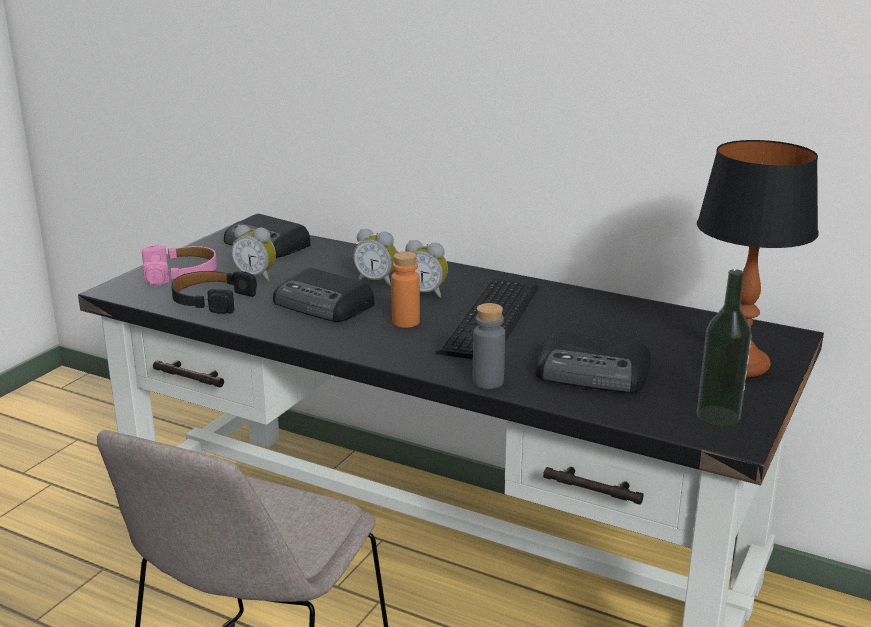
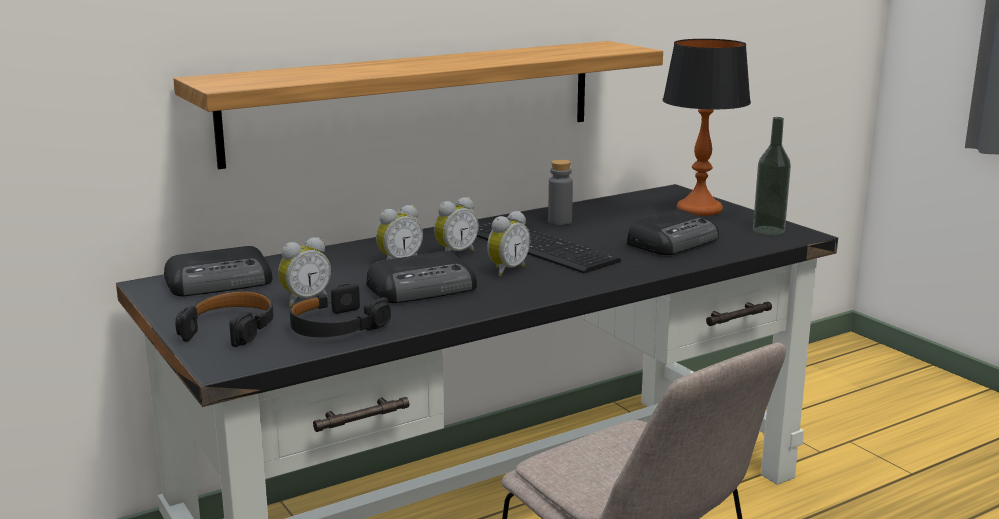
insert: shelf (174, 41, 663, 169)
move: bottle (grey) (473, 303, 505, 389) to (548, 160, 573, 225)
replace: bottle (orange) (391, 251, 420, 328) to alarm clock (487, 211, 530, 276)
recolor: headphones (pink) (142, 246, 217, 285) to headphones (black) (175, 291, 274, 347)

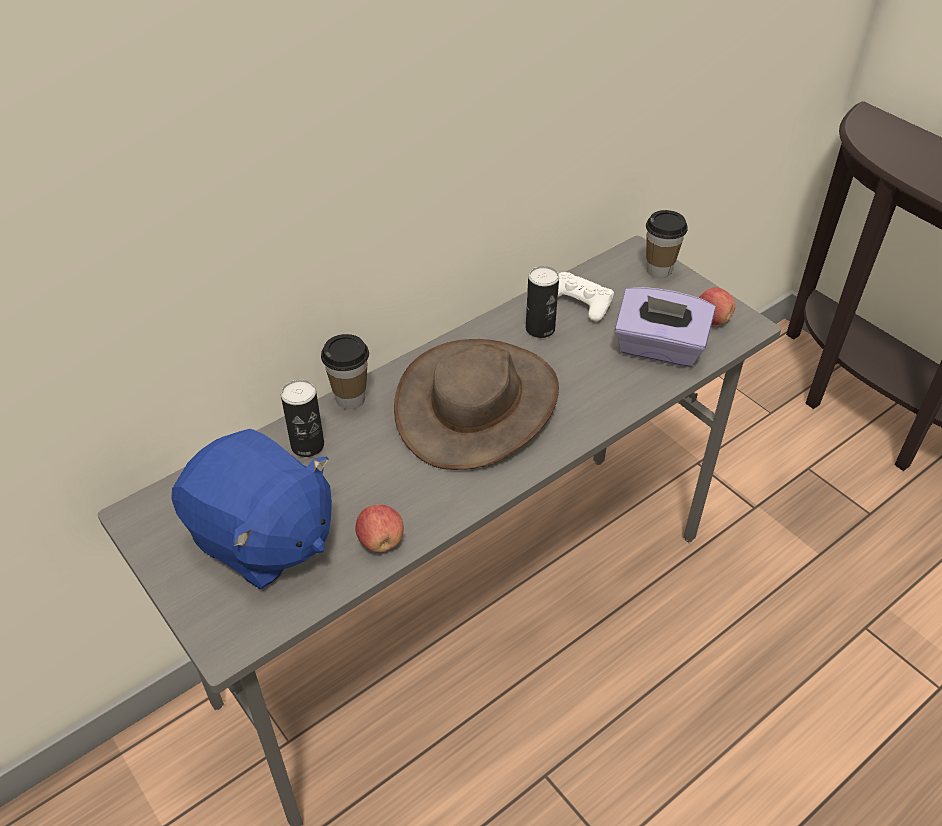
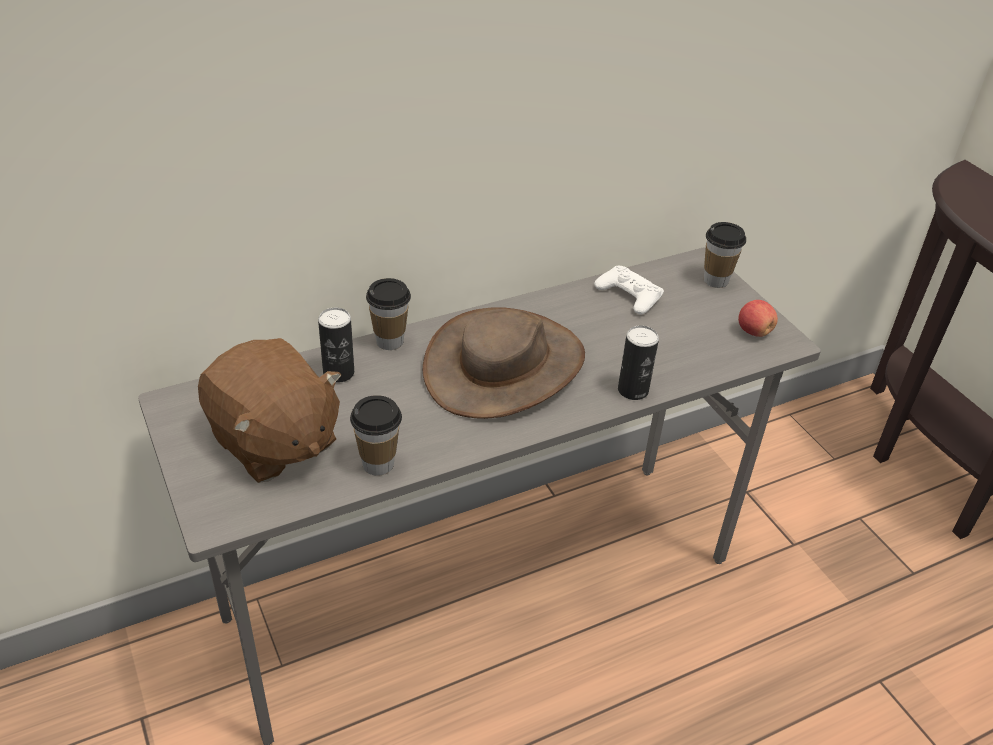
delete: tissue box (purple) (615, 287, 715, 367)
move: can (526, 266, 559, 338) to (618, 325, 659, 400)
replace: apple (355, 505, 404, 552) to cup (350, 395, 402, 476)
recolor: plush toy (blue) (171, 429, 332, 590) to plush toy (brown) (198, 338, 342, 483)

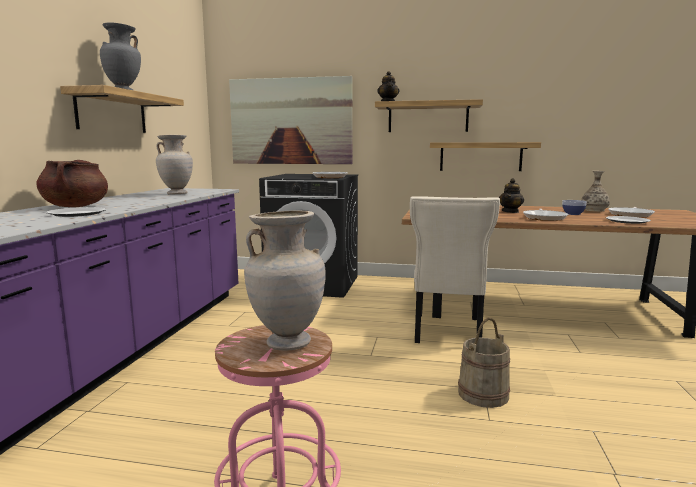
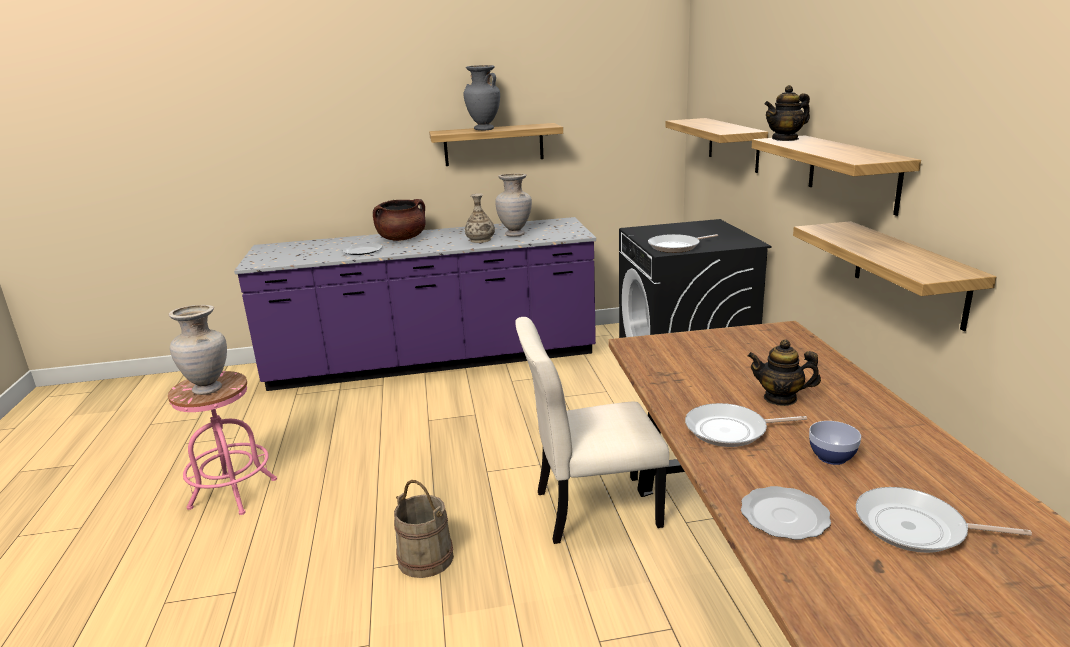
move: vase (581, 171, 610, 212) to (465, 193, 495, 243)
replace: picture (229, 76, 353, 164) to shelf (666, 118, 768, 173)

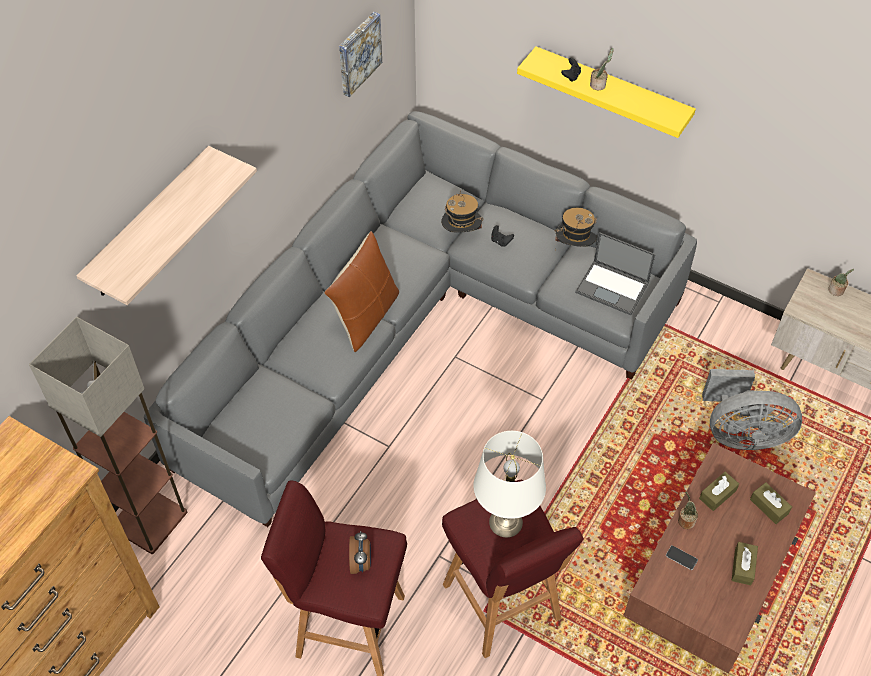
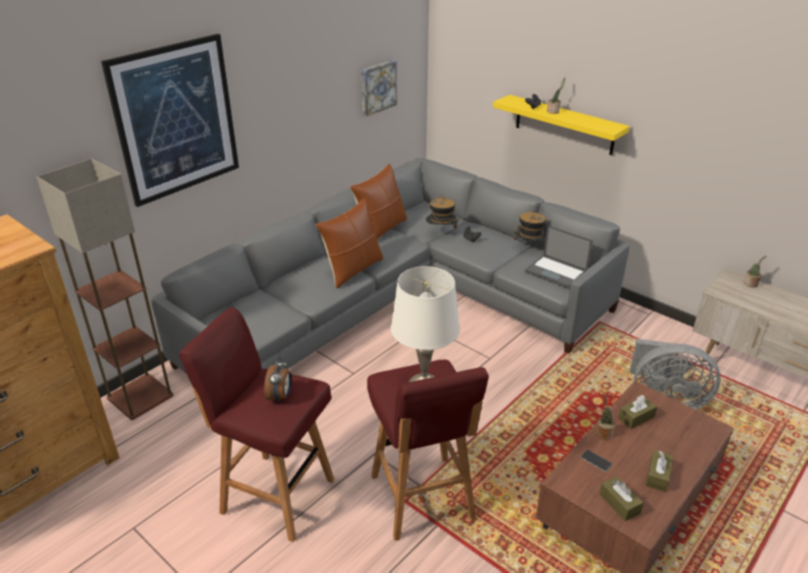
insert: pillow (brown) (350, 164, 407, 239)
move: tissue box (brown) (750, 482, 792, 524) to (600, 476, 644, 521)
replace: shelf (76, 146, 257, 305) to picture (101, 34, 239, 207)

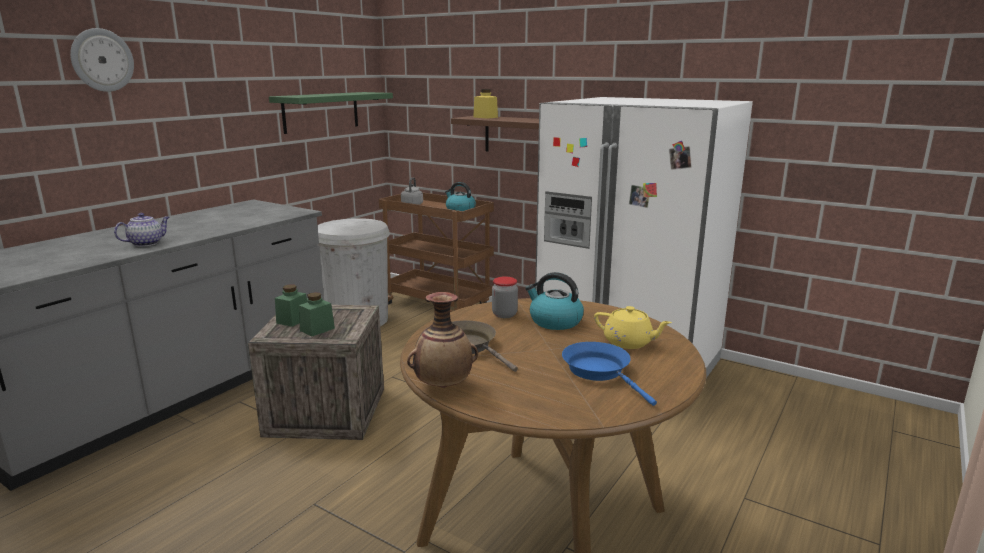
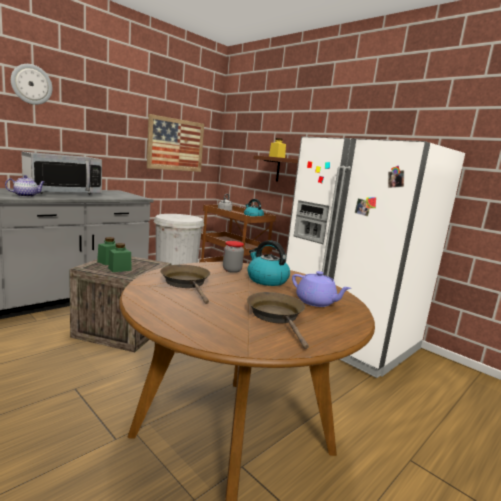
delete: vase (407, 292, 478, 388)
insert: microwave (21, 151, 102, 194)
replace: shelf (green) (269, 92, 393, 134) to picture (147, 114, 204, 172)
recolor: frying pan (blue) (562, 342, 657, 406) to frying pan (brown) (247, 292, 309, 349); teapot (yellow) (594, 306, 672, 349) to teapot (purple) (292, 271, 351, 307)

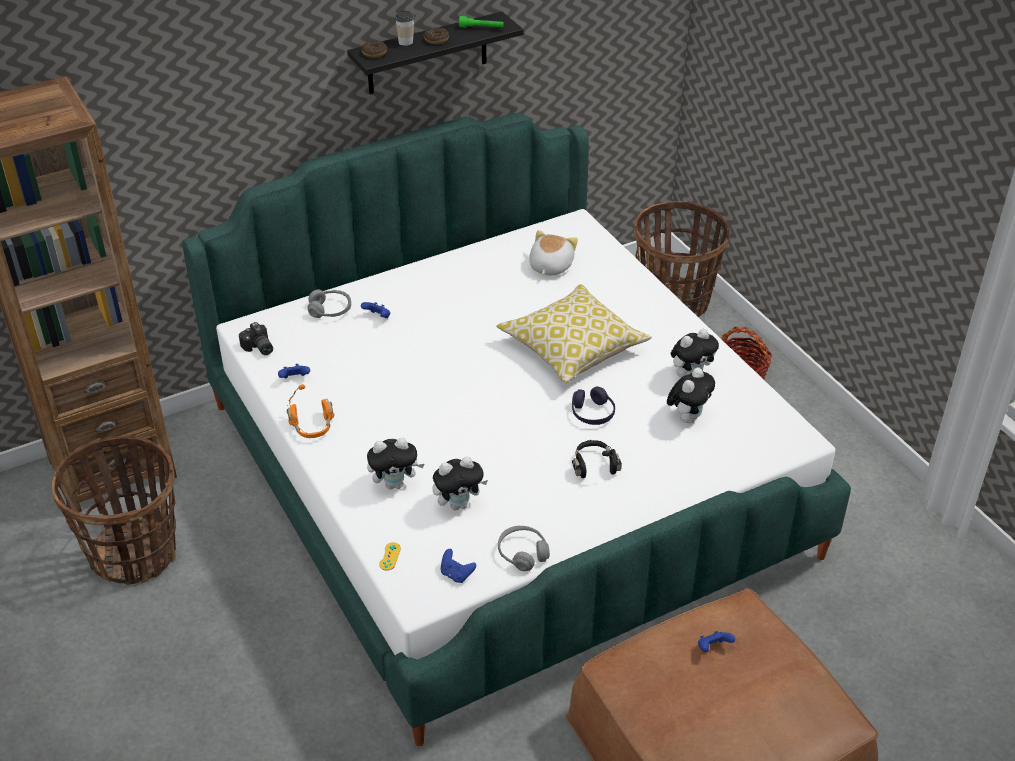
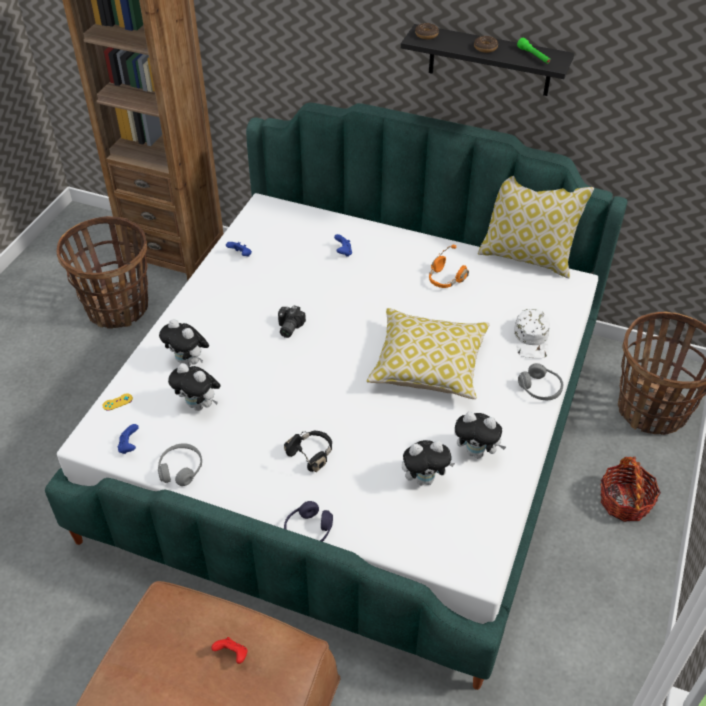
delete: cup (395, 10, 414, 46); plush toy (529, 230, 578, 275)
insert: pillow (478, 176, 594, 278); cap (white) (514, 309, 550, 358)
move: photo camera (239, 322, 273, 355) to (278, 305, 306, 338); headphones (orange) (287, 384, 335, 438) to (429, 245, 469, 288); headphones (grey) (308, 289, 351, 318) to (518, 363, 563, 400); headphones (purple) (572, 386, 615, 425) to (284, 501, 333, 542)
recolor: game controller (blue) (698, 631, 735, 652) to game controller (red) (211, 637, 247, 664)

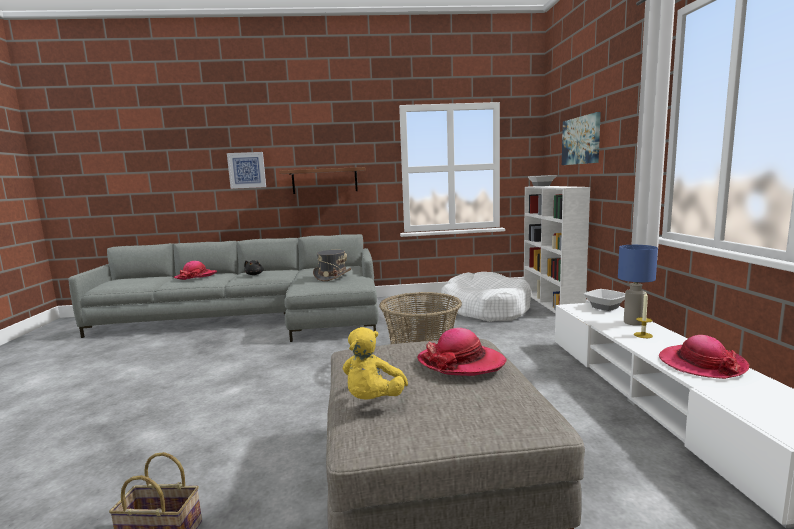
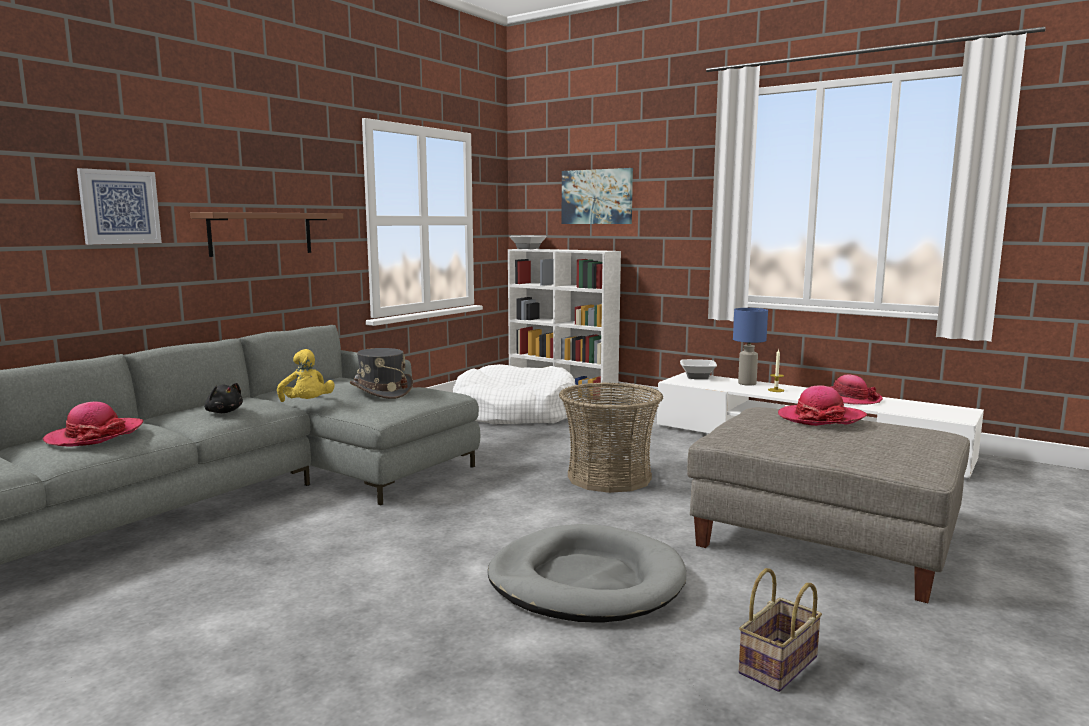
insert: dog bed (grey) (488, 524, 686, 623)
move: plush toy (yellow) (343, 327, 408, 399) to (277, 349, 335, 402)

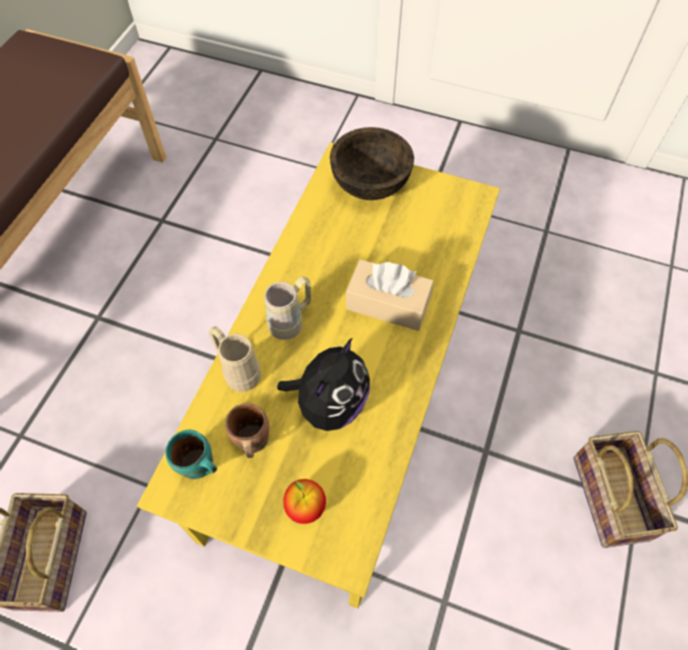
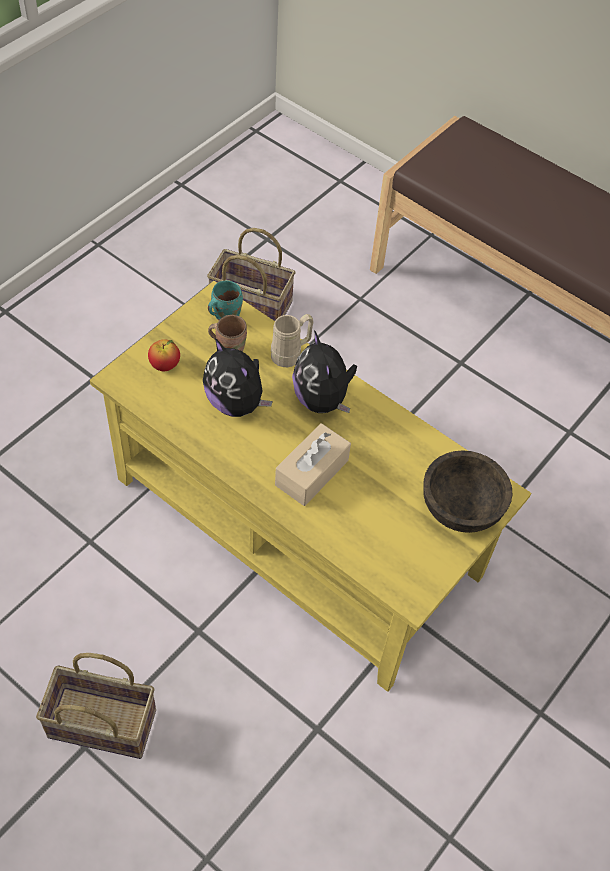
replace: mug (beige) (264, 276, 311, 340) to plush toy (292, 330, 357, 413)

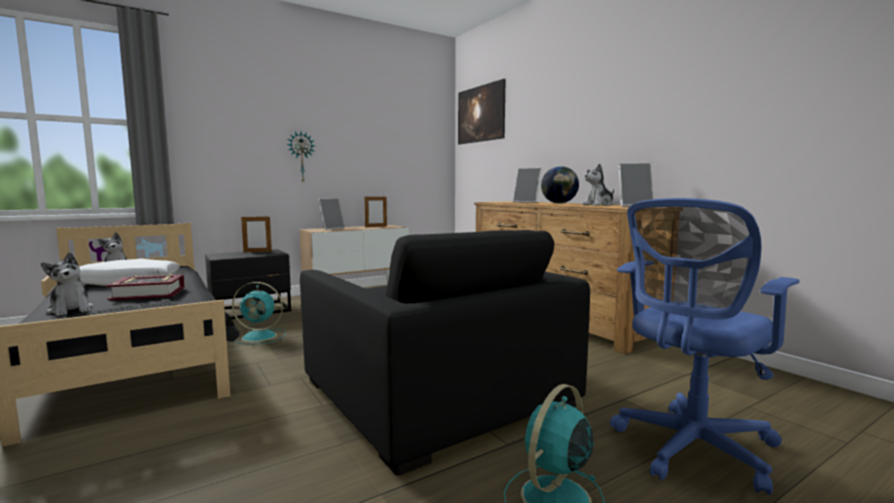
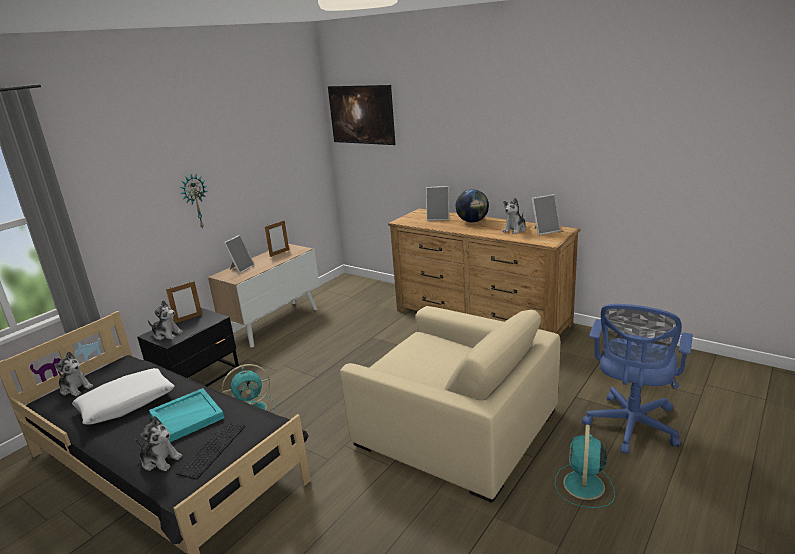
insert: plush toy (148, 300, 183, 340)
replace: book (106, 274, 185, 300) to tray (turquoise) (149, 388, 224, 442)
recolor: armchair (black) (300, 230, 590, 476) to armchair (beige) (340, 306, 560, 503)

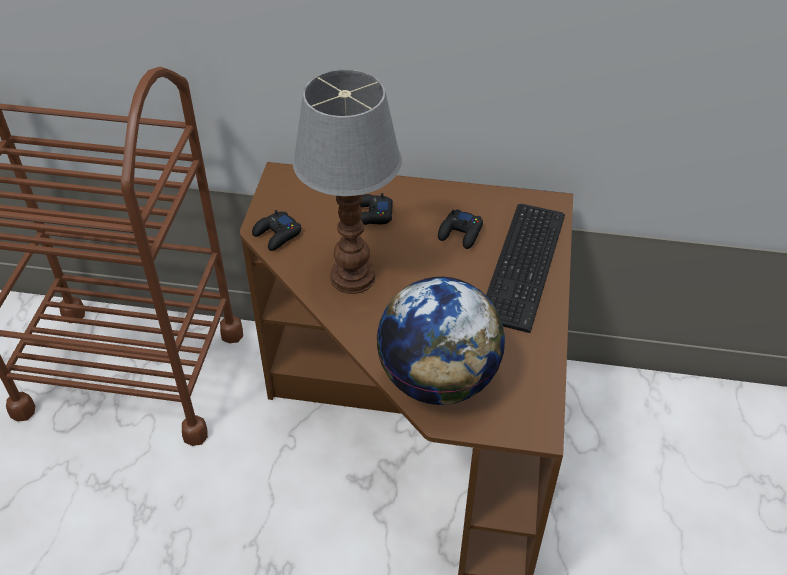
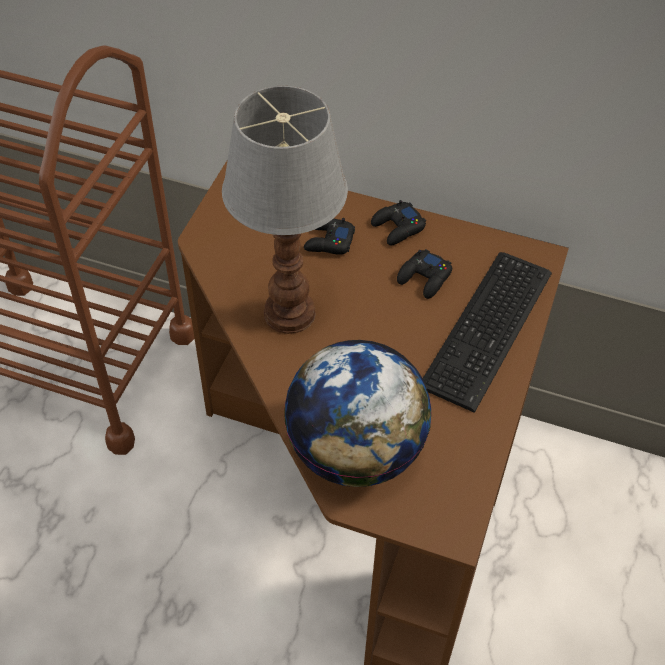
move: game controller (black) (252, 210, 301, 251) to (371, 200, 426, 245)

